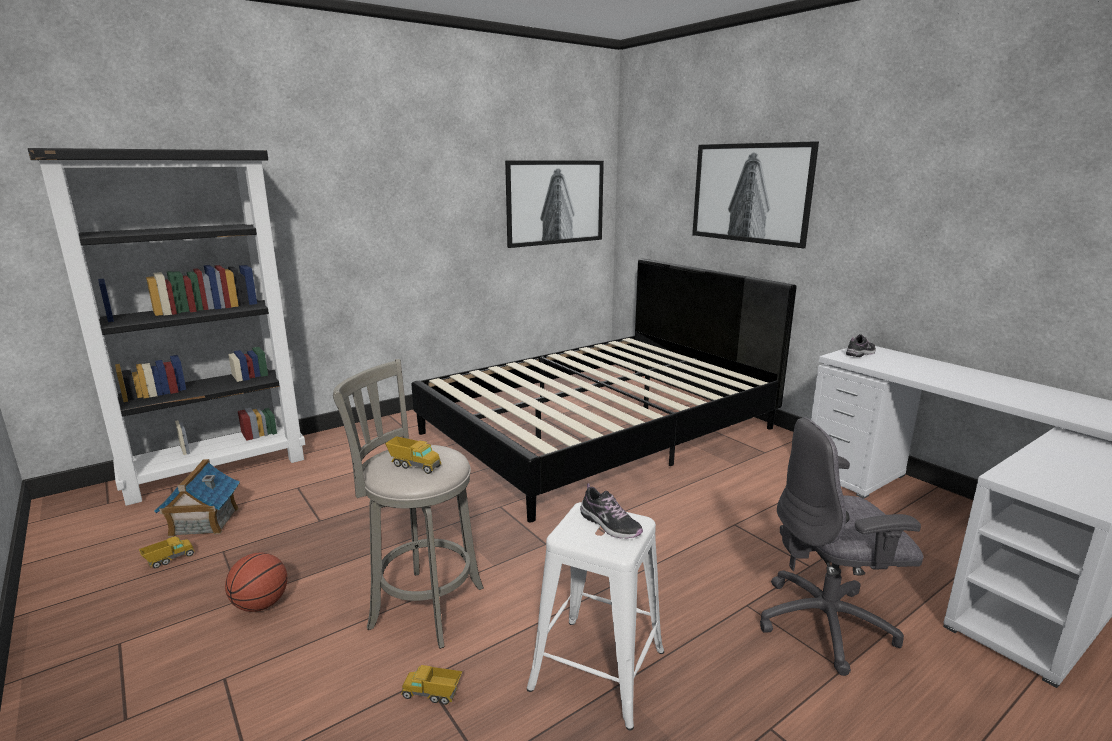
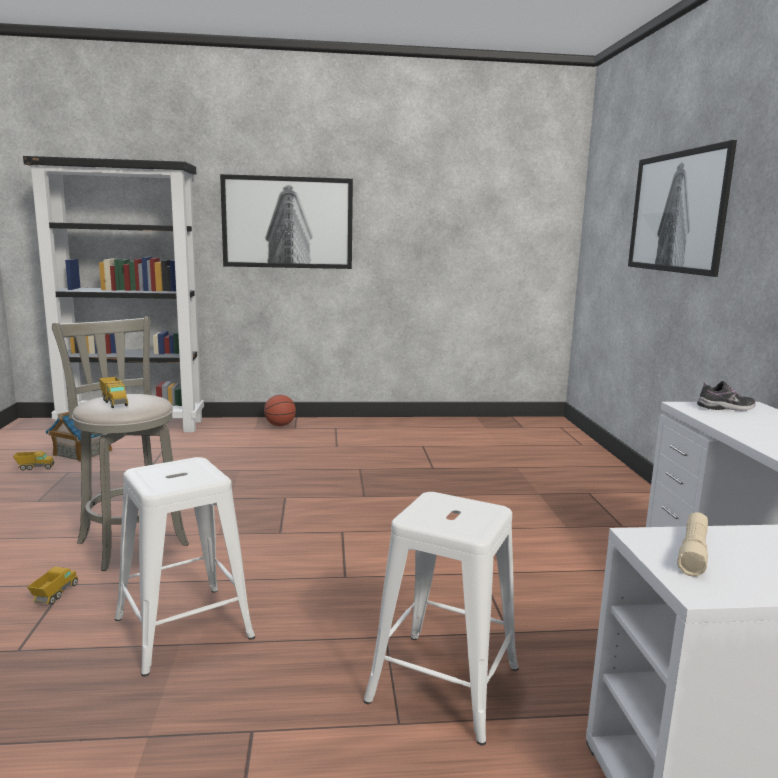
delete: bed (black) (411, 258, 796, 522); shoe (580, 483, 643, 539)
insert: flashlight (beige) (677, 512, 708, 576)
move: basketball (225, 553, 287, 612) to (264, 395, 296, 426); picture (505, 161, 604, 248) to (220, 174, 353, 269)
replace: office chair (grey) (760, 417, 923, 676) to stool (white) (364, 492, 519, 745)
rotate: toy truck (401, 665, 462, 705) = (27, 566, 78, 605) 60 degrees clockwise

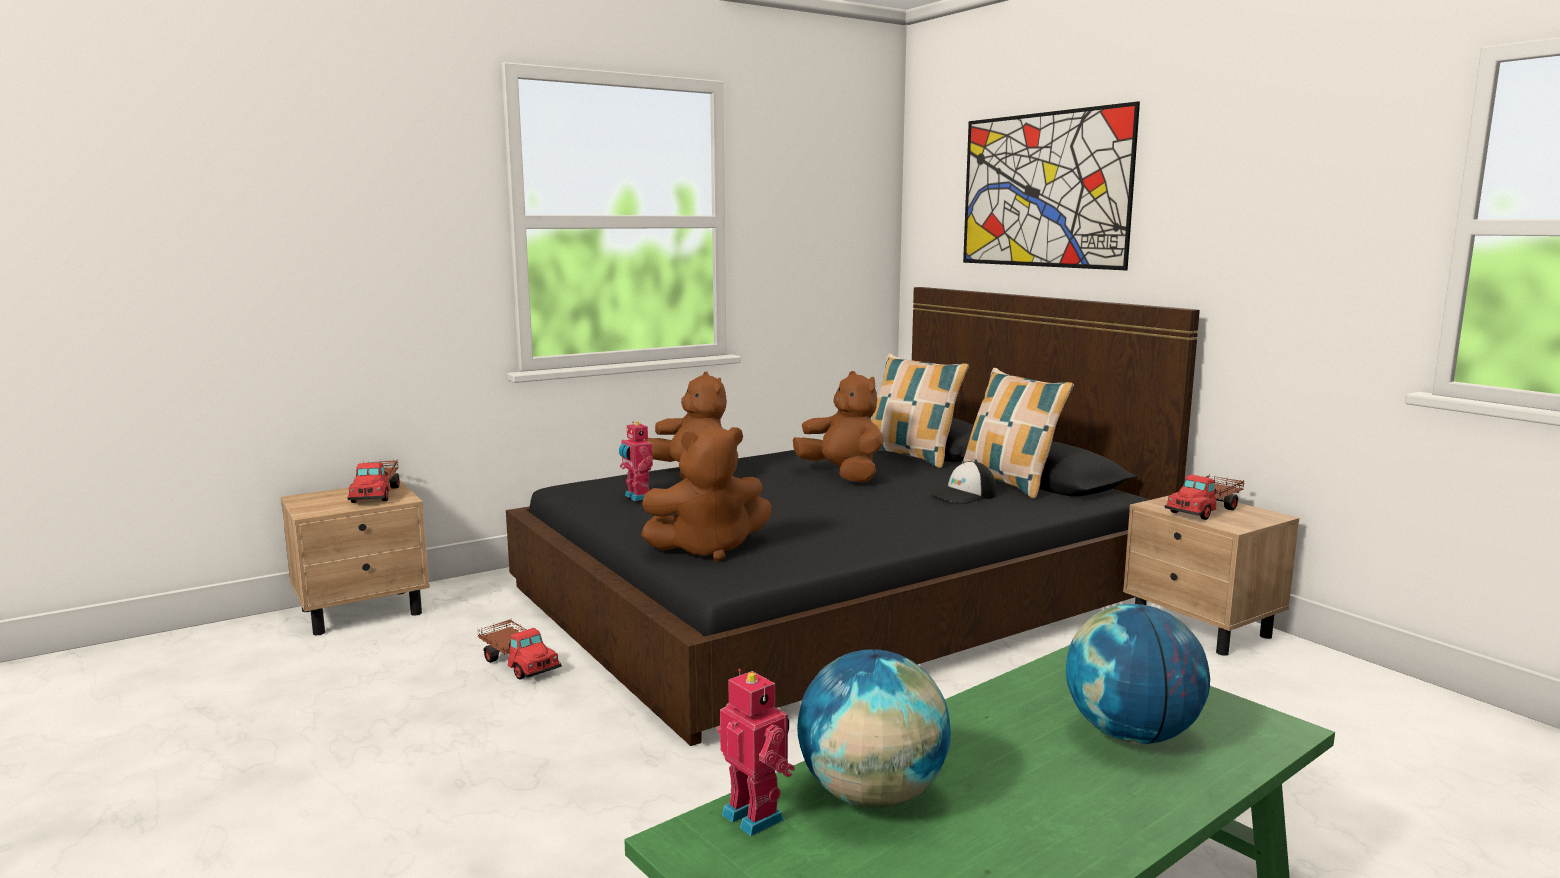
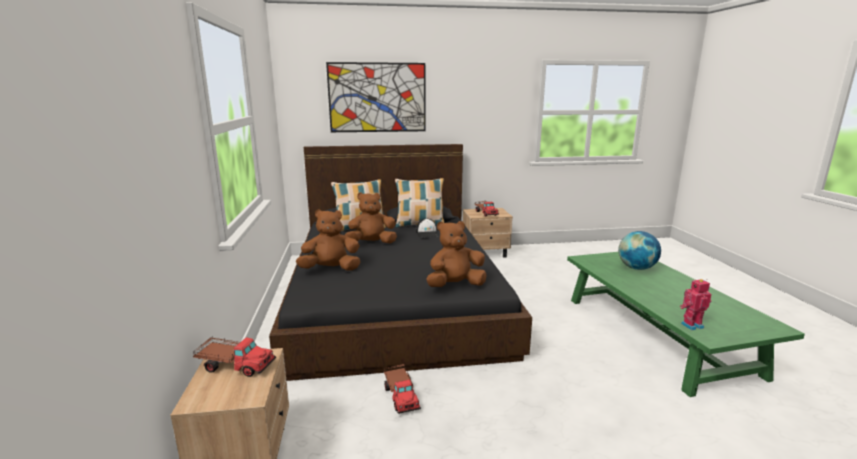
delete: toy robot (619, 421, 653, 501); globe (797, 649, 951, 809)
rotate: toy truck (477, 619, 562, 679) = (384, 364, 421, 414) 90 degrees clockwise; plush toy (brown) (641, 427, 772, 562) = (426, 221, 487, 287) 120 degrees counterclockwise

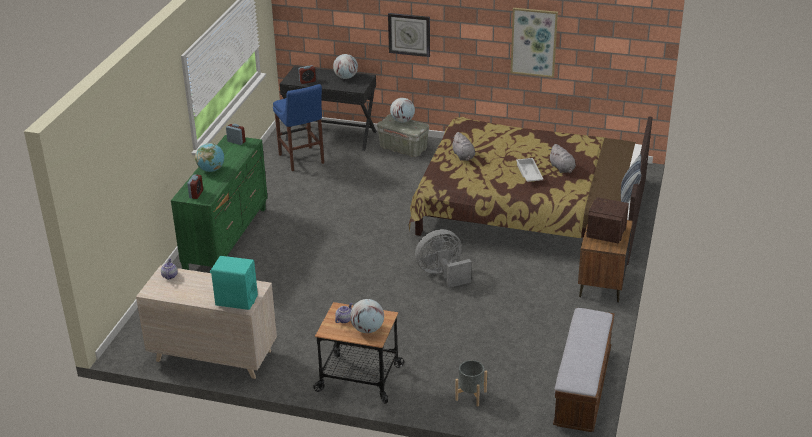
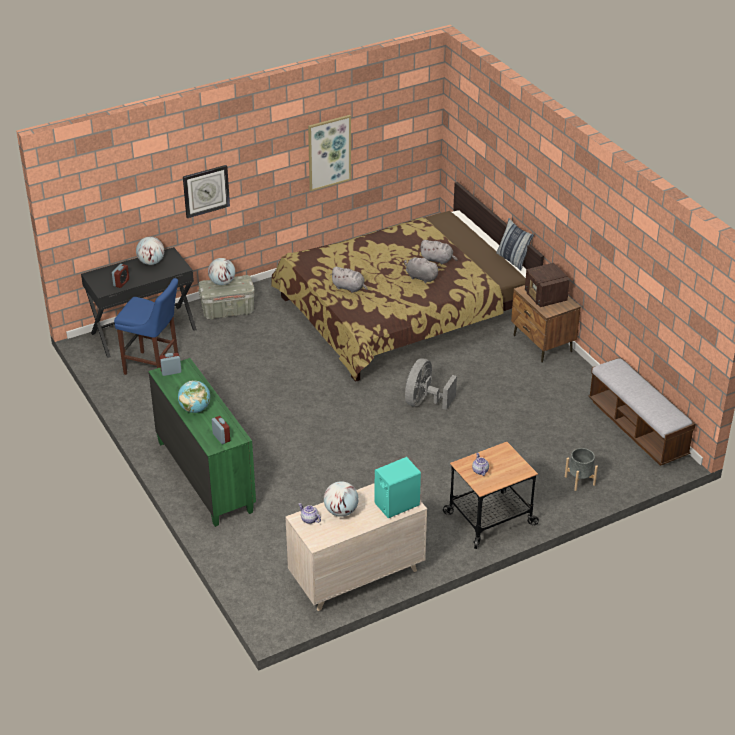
move: globe (350, 299, 384, 333) to (324, 481, 359, 517)
replace: tray (white) (516, 158, 543, 182) to plush toy (grey) (404, 257, 440, 283)

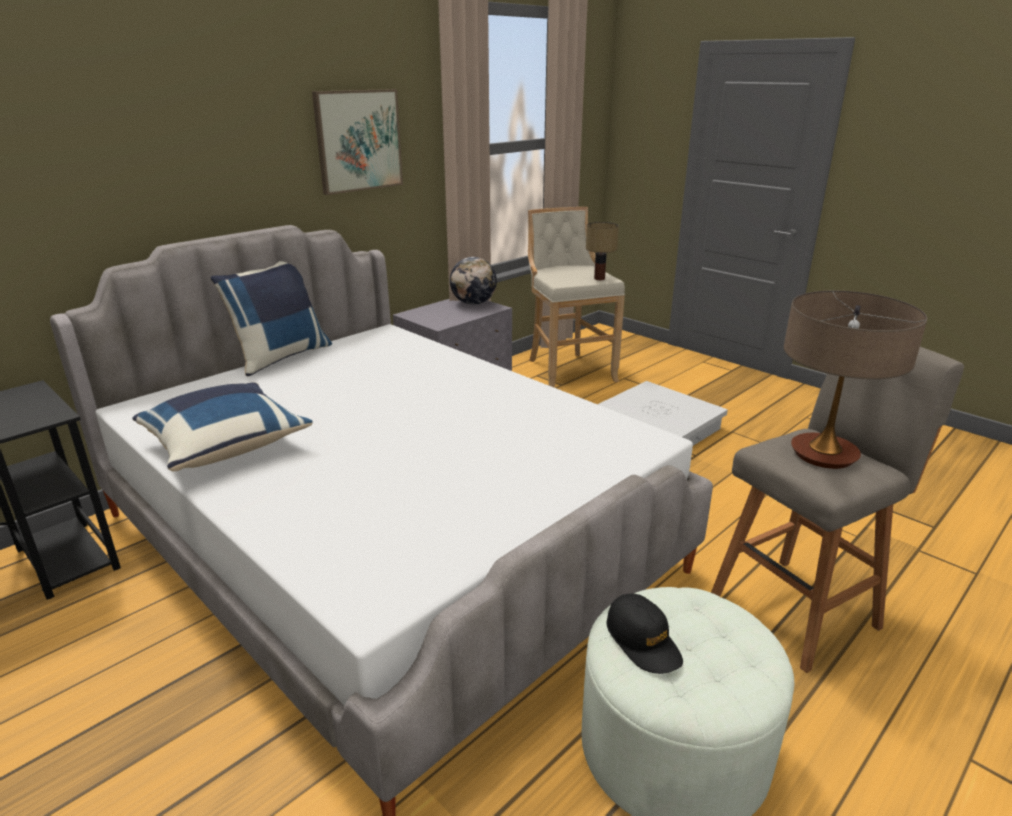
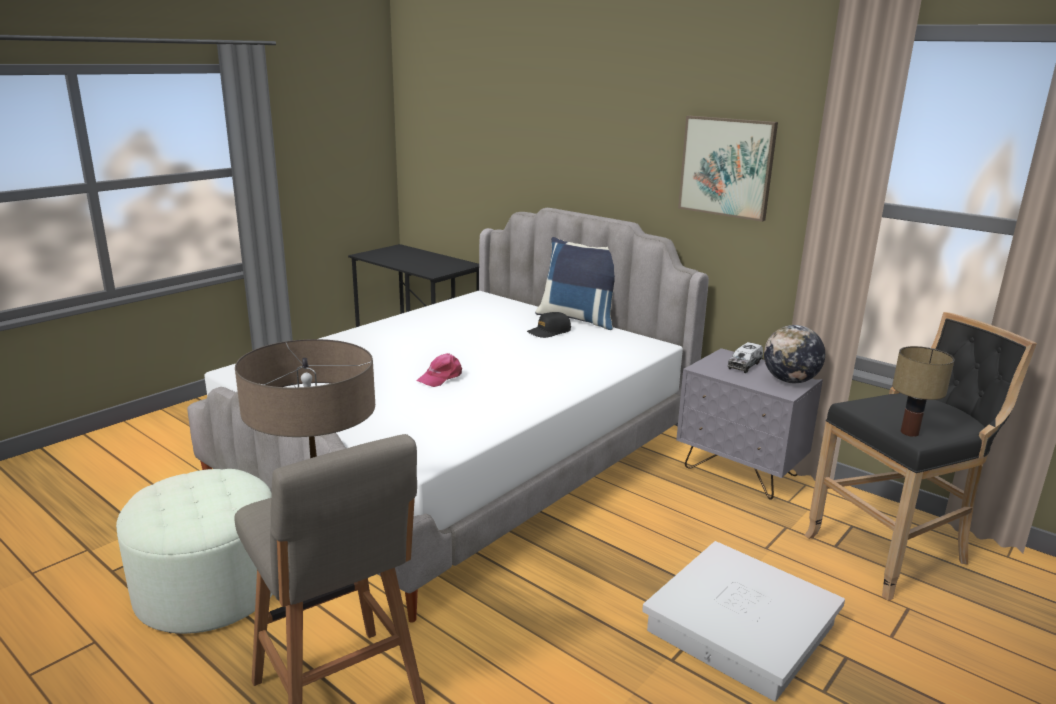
delete: pillow (blue) (132, 382, 313, 472)
insert: cap (pink) (416, 353, 462, 387); toy truck (727, 342, 763, 373)
move: cap (black) (607, 594, 683, 674) to (527, 312, 571, 338)
recolor: stool (beige) (528, 207, 625, 388) to stool (black) (804, 312, 1037, 601)

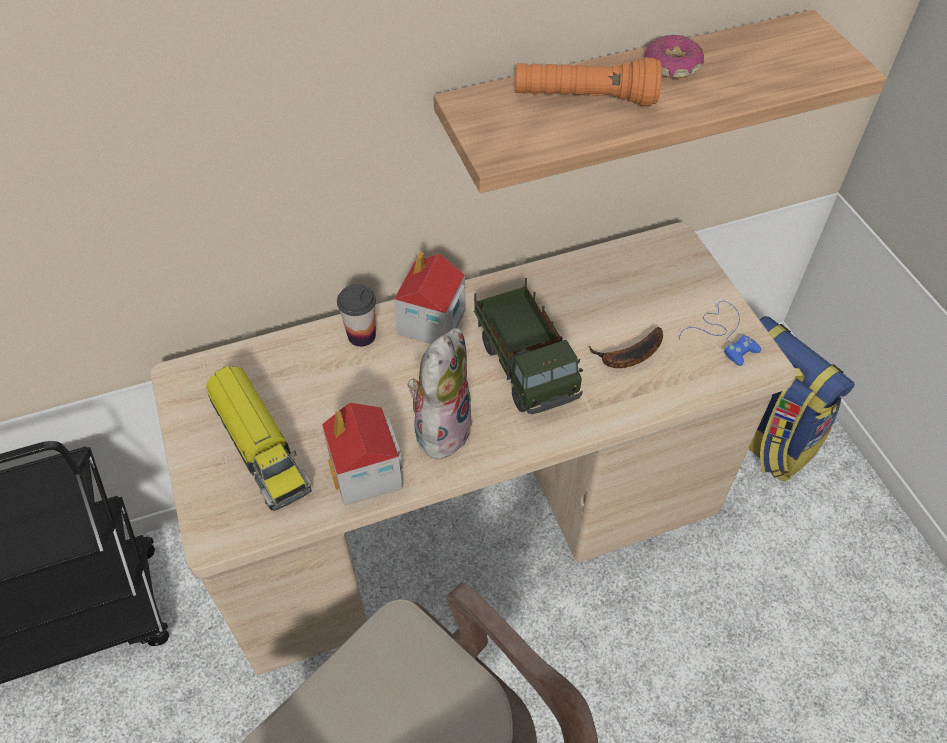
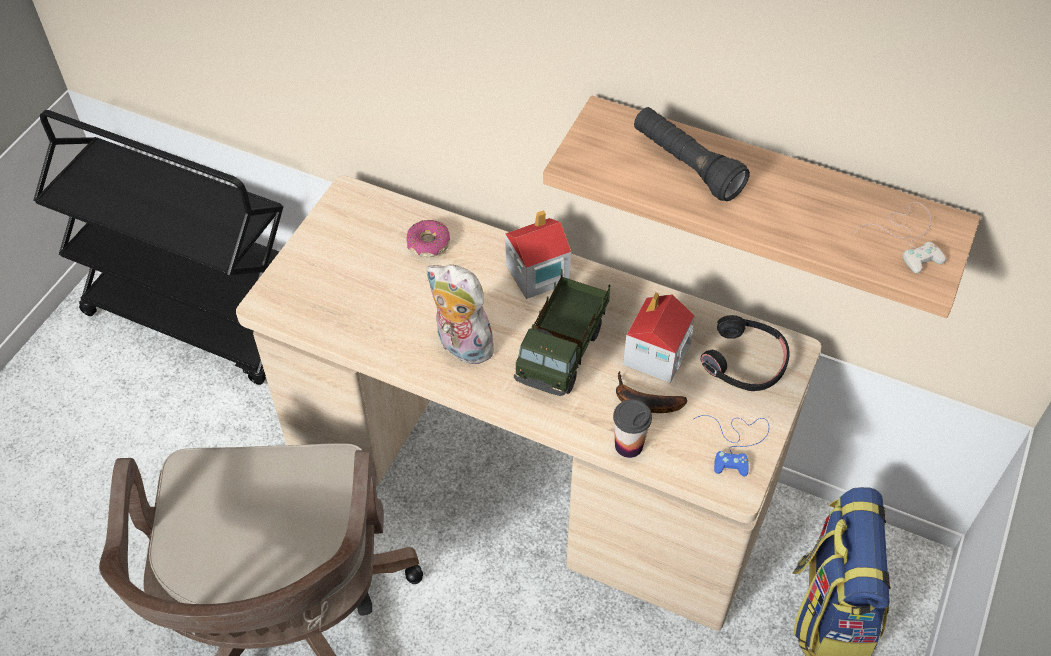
delete: toy truck (206, 366, 312, 511)
insert: headphones (black) (701, 315, 790, 391); game controller (white) (855, 202, 946, 274)
move: toy house (322, 402, 403, 506) to (623, 292, 695, 383); cup (337, 284, 376, 347) to (613, 400, 652, 458); donut (645, 35, 704, 78) to (406, 220, 450, 257)
recolor: flashlight (orange) (515, 58, 662, 106) to flashlight (black) (634, 107, 750, 201)
rotate: plush toy (408, 328, 473, 465) = (427, 265, 501, 364) 120 degrees counterclockwise

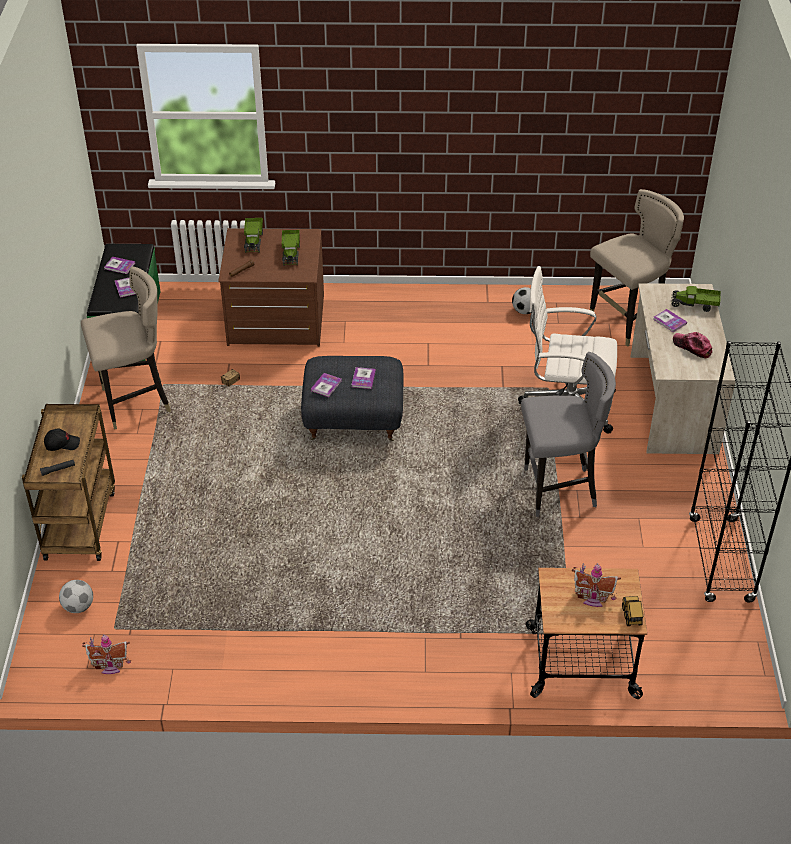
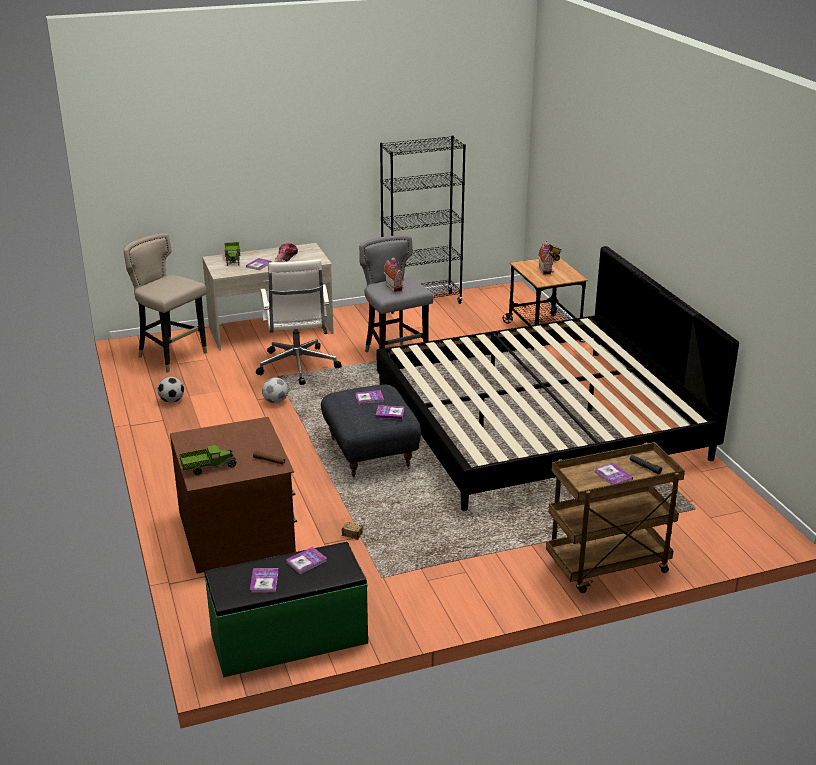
delete: stool (beige) (81, 266, 171, 430); toy truck (282, 230, 300, 266)
insert: bed (376, 246, 739, 511)
move: football (59, 580, 93, 613) to (262, 378, 288, 403); toy house (82, 635, 131, 674) to (384, 256, 404, 292)
replace: cap (black) (44, 429, 80, 451) to book (595, 463, 633, 485)

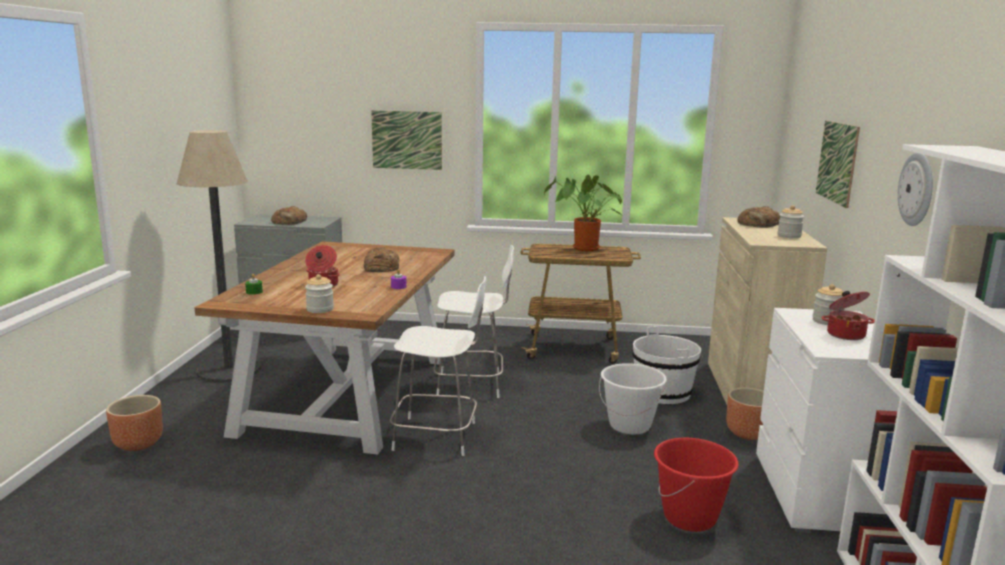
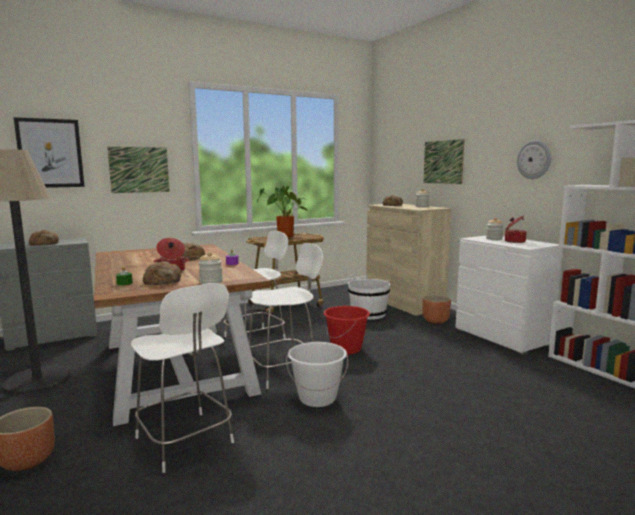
insert: picture (14, 117, 85, 188); chair (white) (131, 283, 234, 473); bread (143, 261, 182, 285)
move: bucket (white) (599, 363, 667, 434) to (286, 342, 348, 407); bucket (red) (654, 438, 739, 532) to (324, 306, 370, 355)

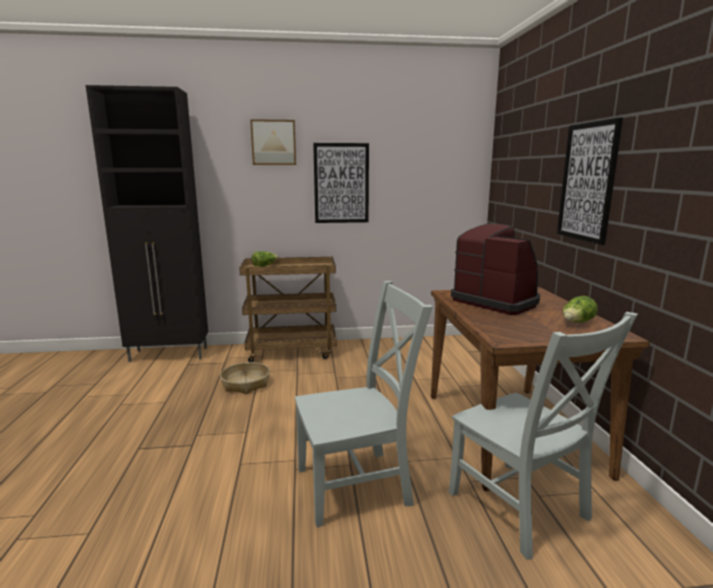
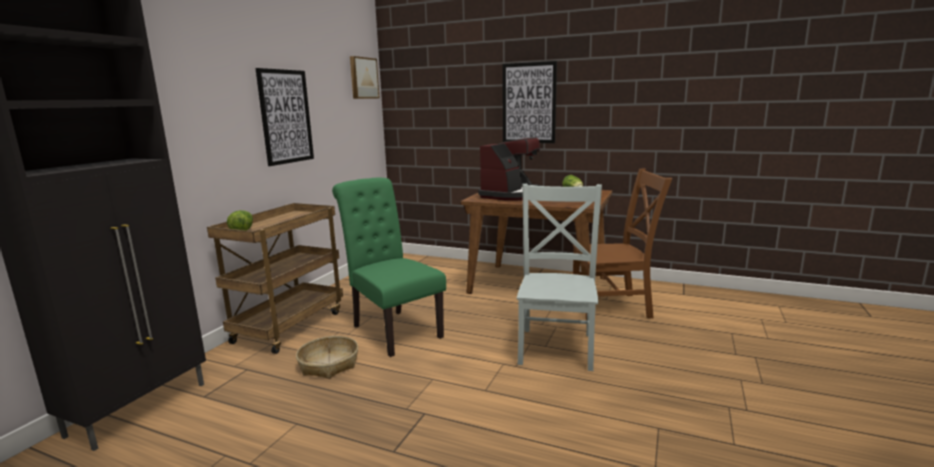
insert: chair (green) (332, 178, 446, 357)
move: picture (250, 119, 296, 165) to (350, 56, 379, 99)
recolor: chair (grey) (449, 312, 638, 560) to chair (brown) (573, 168, 672, 320)
rotate: coffee machine (451, 224, 540, 315) = (478, 137, 542, 201) 135 degrees clockwise

